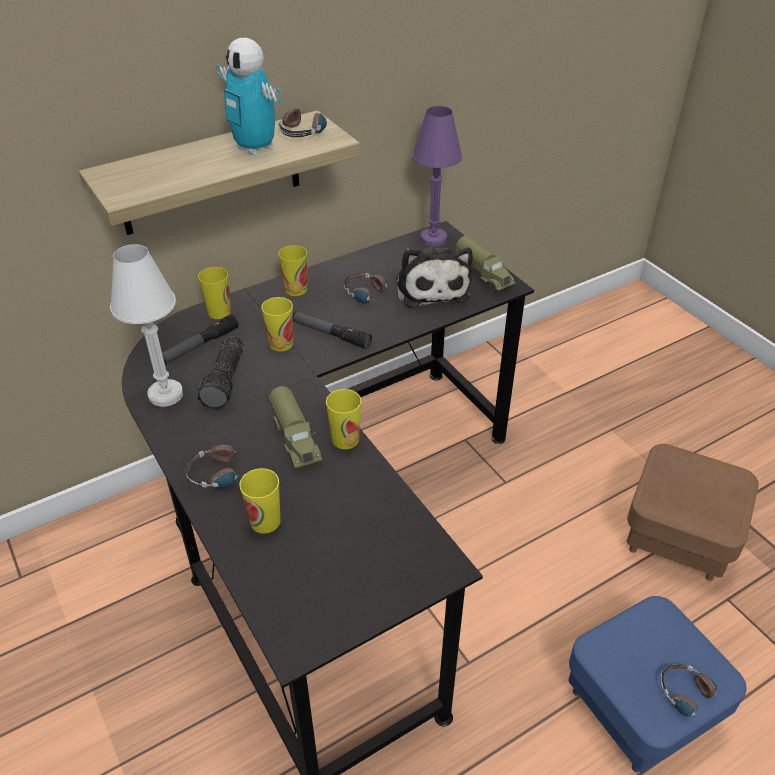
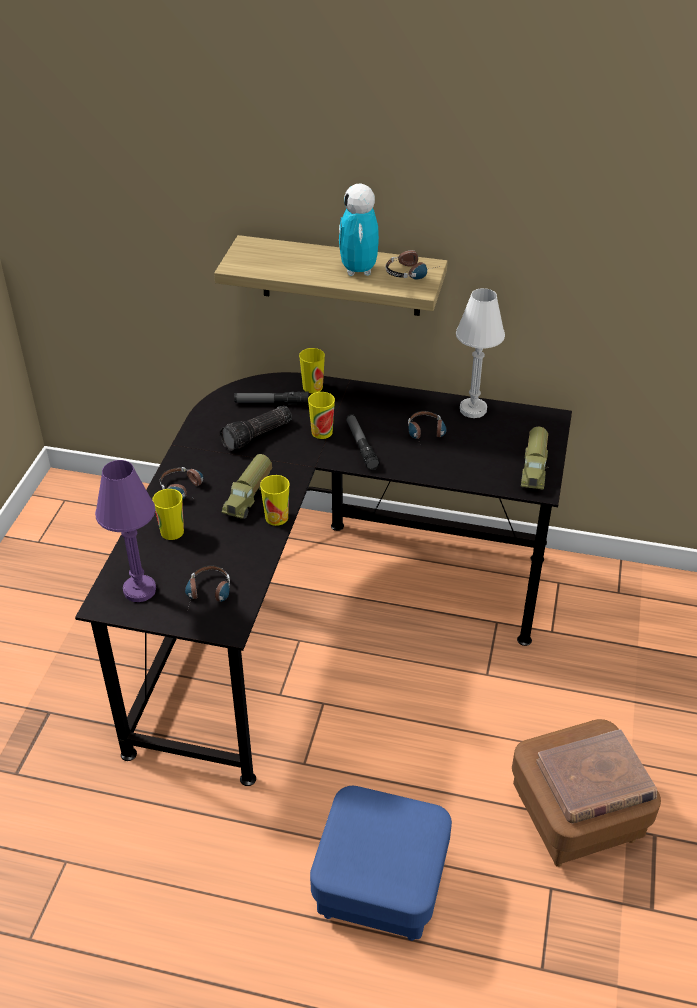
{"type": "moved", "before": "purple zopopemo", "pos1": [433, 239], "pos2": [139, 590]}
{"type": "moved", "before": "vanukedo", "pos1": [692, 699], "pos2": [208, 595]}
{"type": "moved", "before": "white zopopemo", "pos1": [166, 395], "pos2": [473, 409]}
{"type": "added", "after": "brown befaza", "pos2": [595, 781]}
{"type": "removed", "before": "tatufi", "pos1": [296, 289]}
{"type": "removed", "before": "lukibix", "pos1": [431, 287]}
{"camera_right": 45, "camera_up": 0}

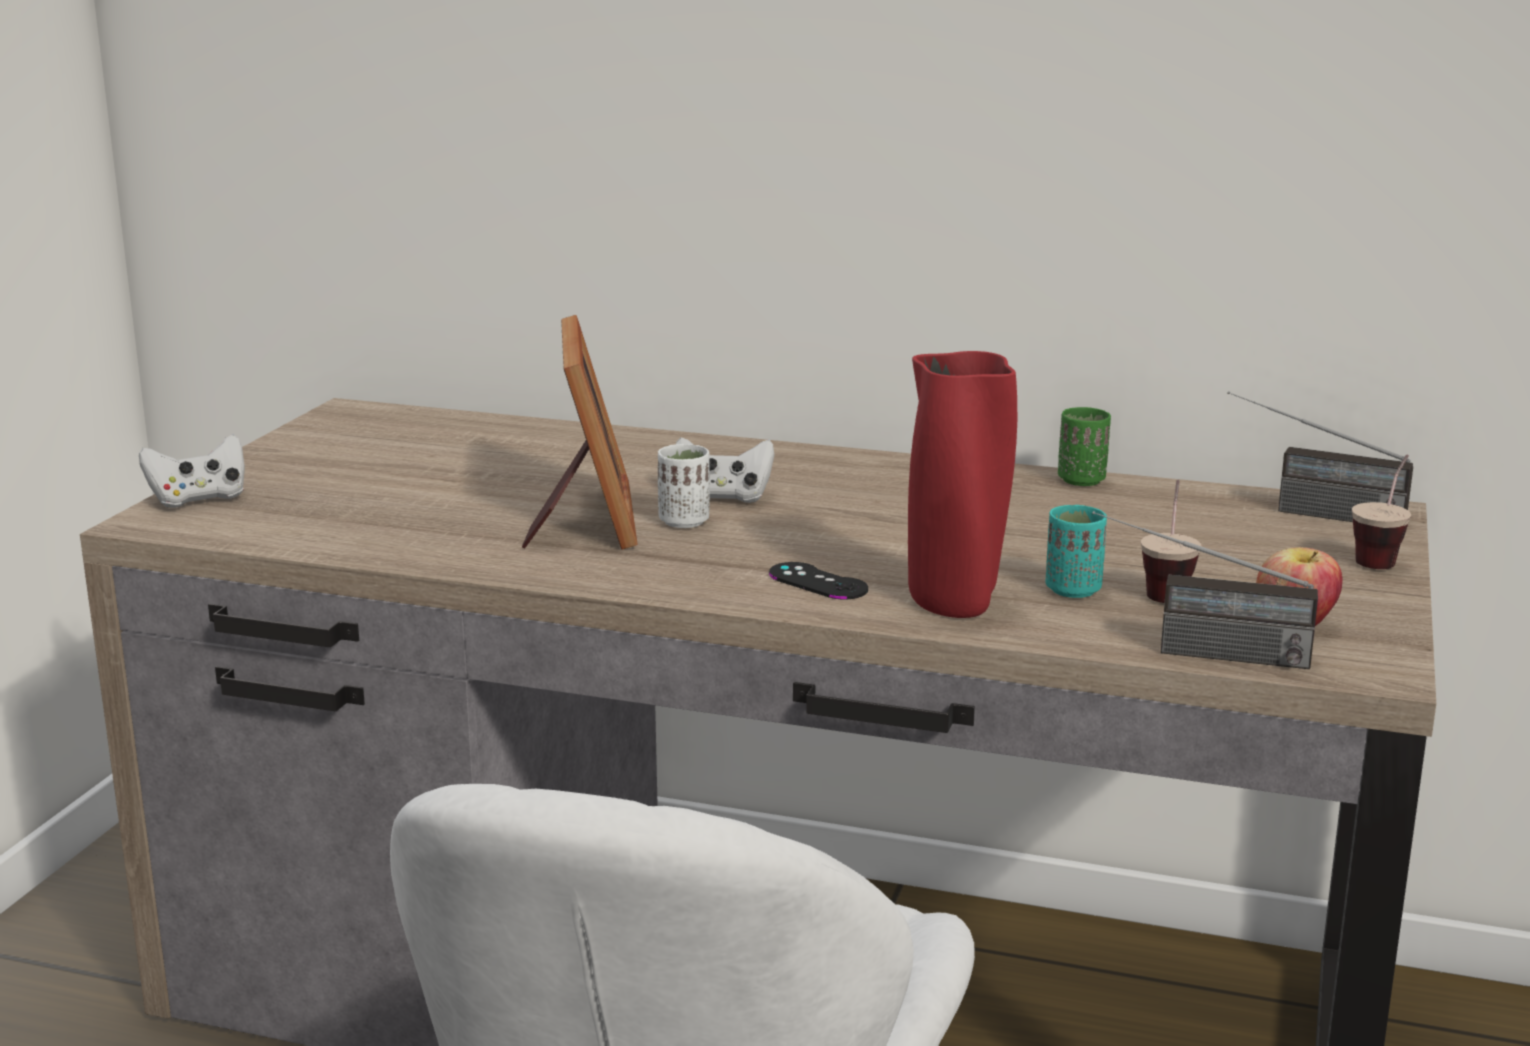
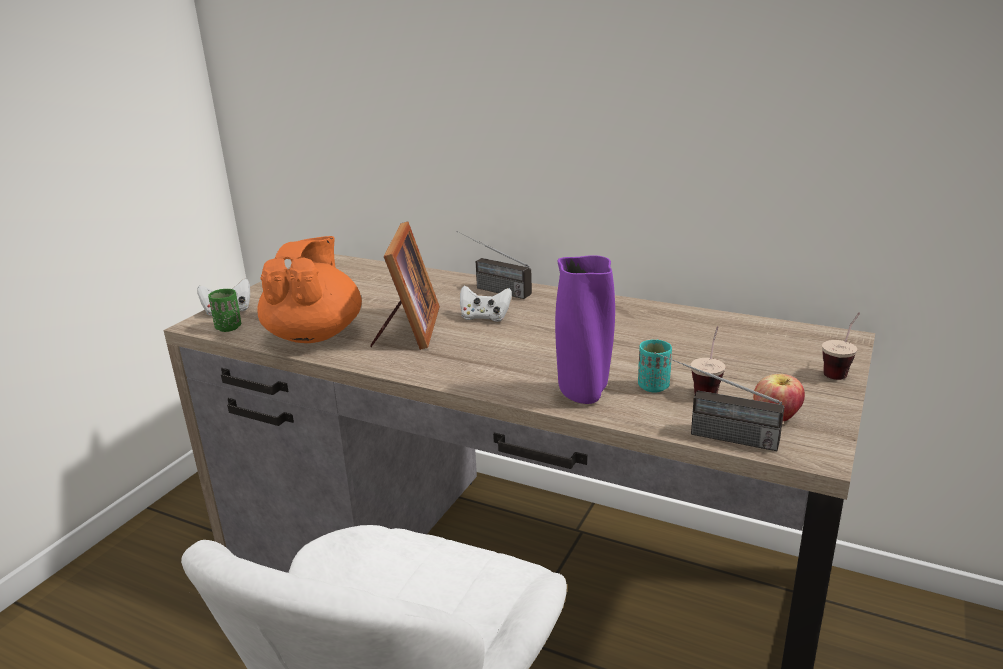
{"type": "moved", "before": "green tatufi", "pos1": [1081, 480], "pos2": [228, 327]}
{"type": "added", "after": "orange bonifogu", "pos2": [315, 334]}
{"type": "moved", "before": "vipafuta", "pos1": [1307, 512], "pos2": [490, 289]}
{"type": "recoloured", "before": "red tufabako", "after": "purple tufabako", "pos1": [956, 605], "pos2": [584, 394]}
{"type": "removed", "before": "white tatufi", "pos1": [684, 521]}
{"type": "removed", "before": "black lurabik", "pos1": [818, 582]}
{"camera_right": 10, "camera_up": 5}

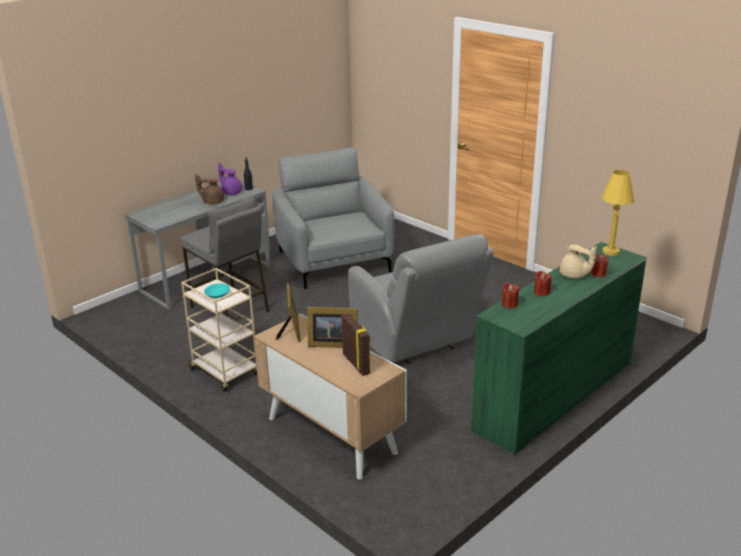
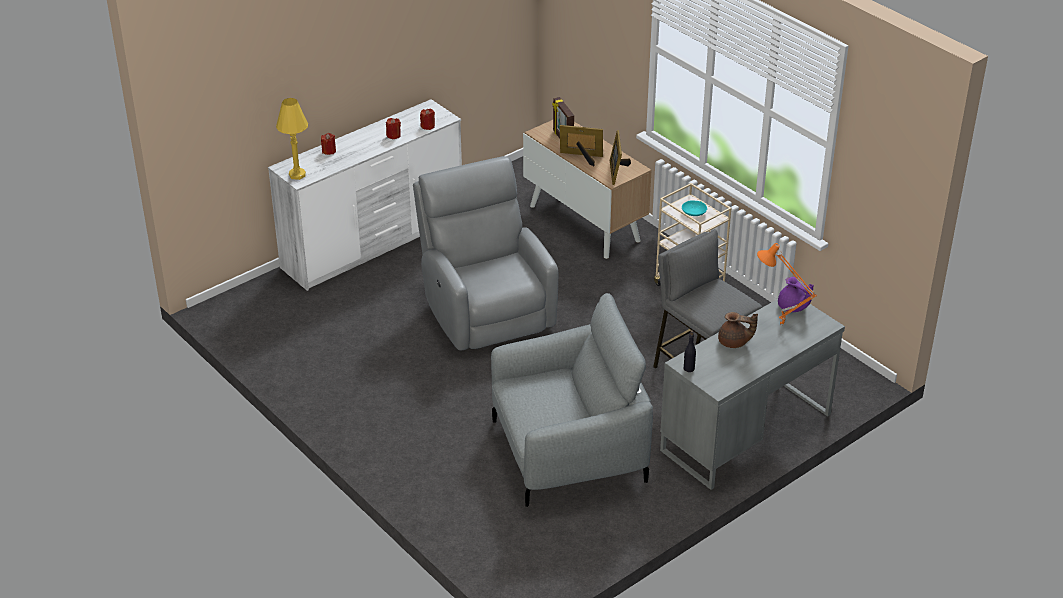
{"type": "recoloured", "before": "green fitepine", "after": "white fitepine", "pos1": [553, 395], "pos2": [374, 243]}
{"type": "turned", "before": "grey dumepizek", "pos1": [334, 262], "pos2": [568, 451], "turn": -90}
{"type": "added", "after": "orange zopopemo", "pos2": [780, 326]}
{"type": "moved", "before": "purple bonifogu", "pos1": [231, 192], "pos2": [792, 307]}
{"type": "removed", "before": "beige bonifogu", "pos1": [574, 275]}
{"camera_right": -175, "camera_up": 10}

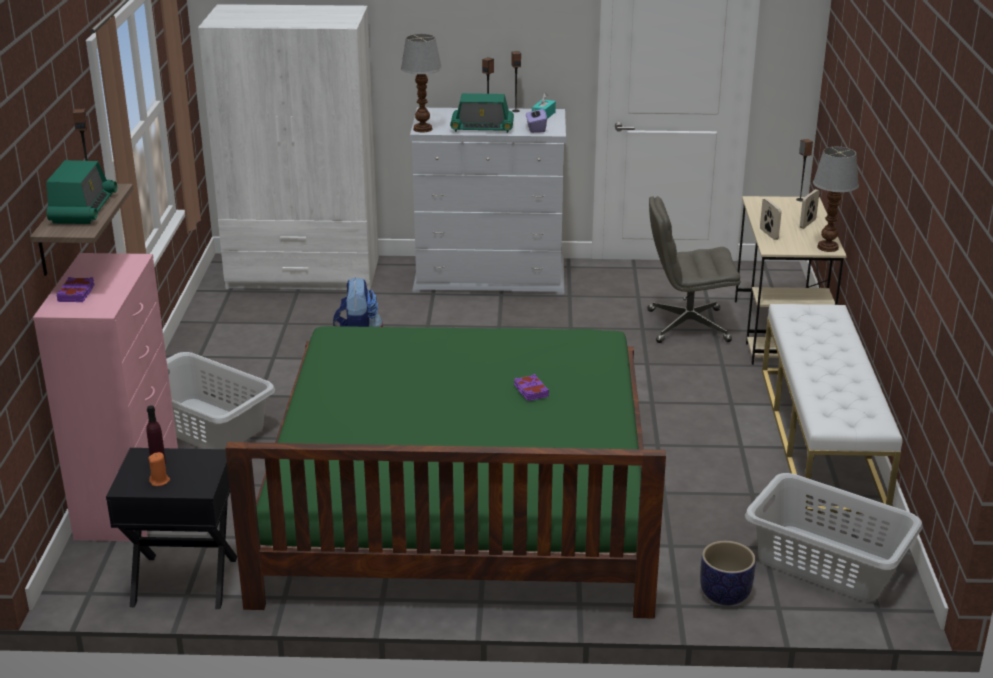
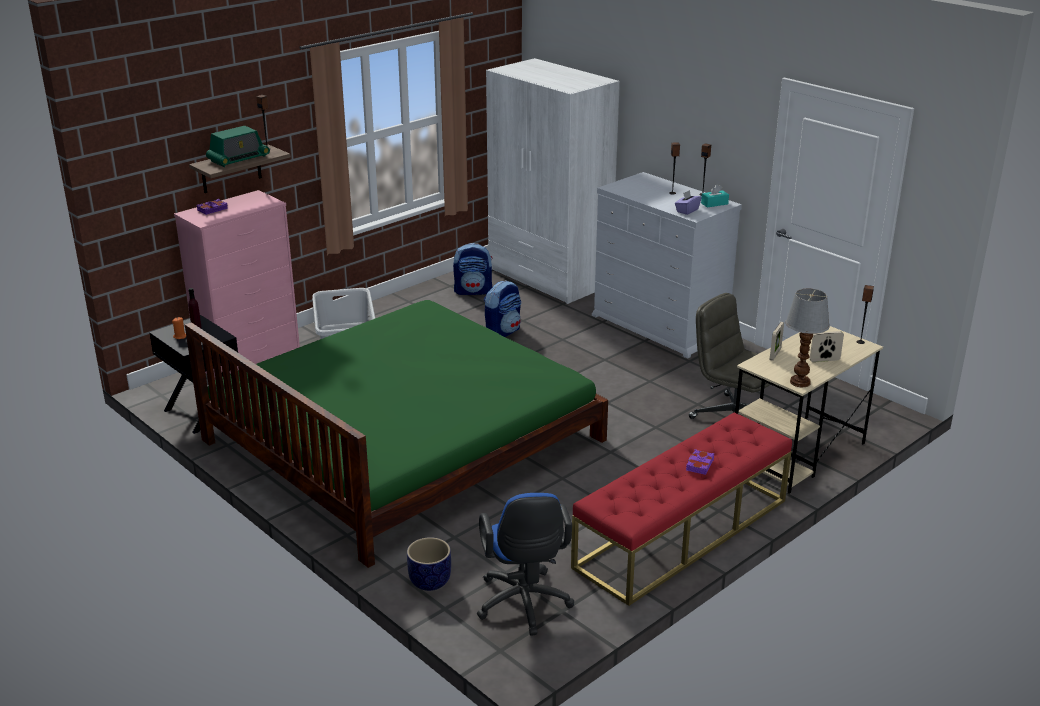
{"type": "added", "after": "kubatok", "pos2": [473, 291]}
{"type": "replaced", "before": "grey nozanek", "after": "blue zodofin", "pos1": [827, 564], "pos2": [524, 606]}
{"type": "recoloured", "before": "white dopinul", "after": "red dopinul", "pos1": [821, 437], "pos2": [682, 533]}
{"type": "moved", "before": "purple befaza", "pos1": [530, 391], "pos2": [699, 465]}
{"type": "removed", "before": "zopopemo", "pos1": [423, 129]}
{"type": "removed", "before": "vipafuta", "pos1": [482, 127]}
{"camera_right": 45, "camera_up": 0}

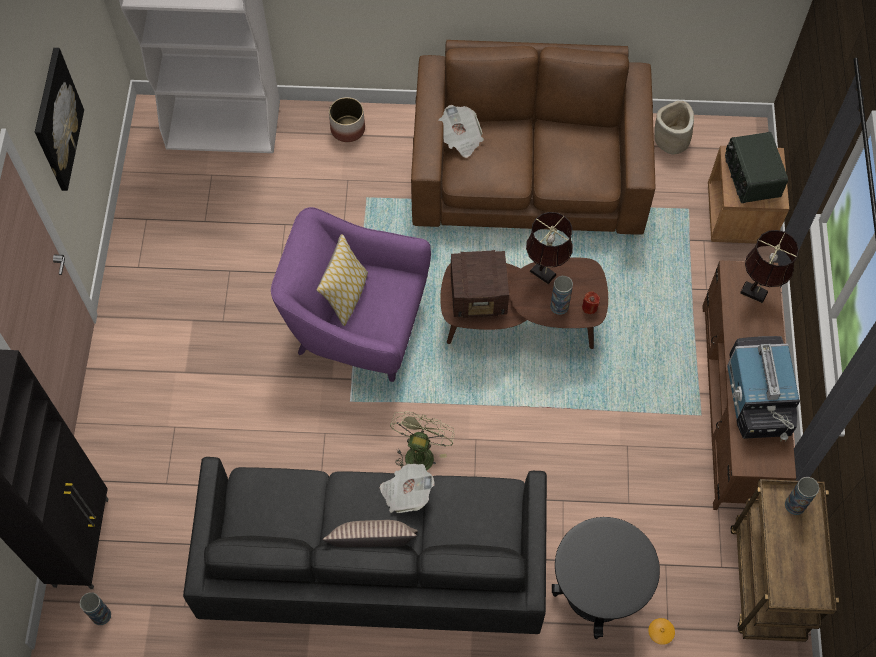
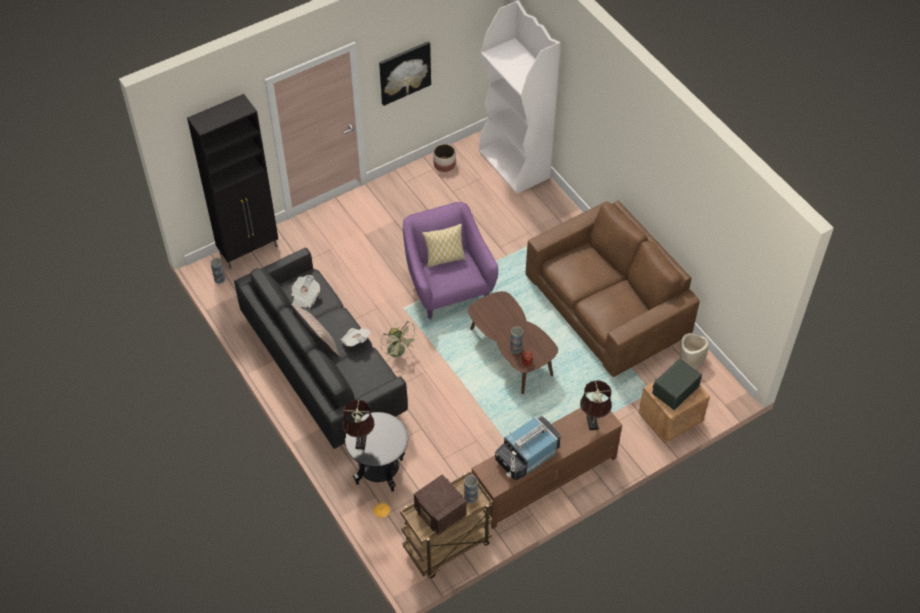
{"type": "moved", "before": "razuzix", "pos1": [460, 138], "pos2": [305, 297]}
{"type": "moved", "before": "brown zopopemo", "pos1": [545, 274], "pos2": [360, 443]}
{"type": "turned", "before": "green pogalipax", "pos1": [420, 452], "pos2": [399, 352], "turn": 75}
{"type": "moved", "before": "vipafuta", "pos1": [479, 296], "pos2": [440, 513]}
{"type": "moved", "before": "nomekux", "pos1": [348, 129], "pos2": [444, 164]}
{"camera_right": 55, "camera_up": -10}

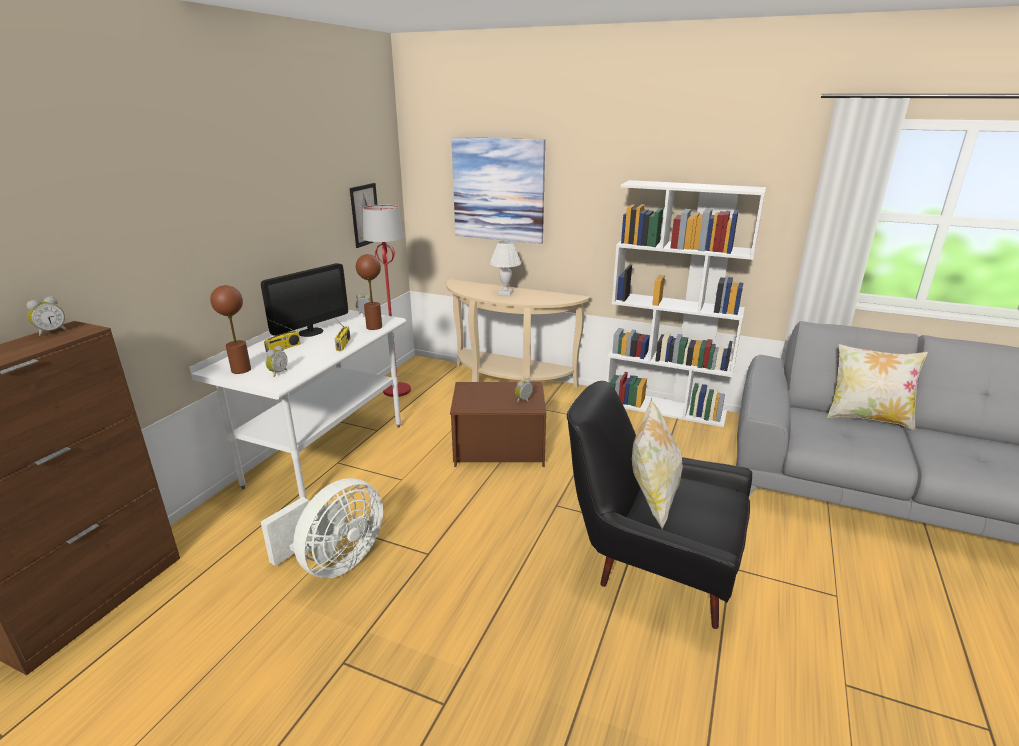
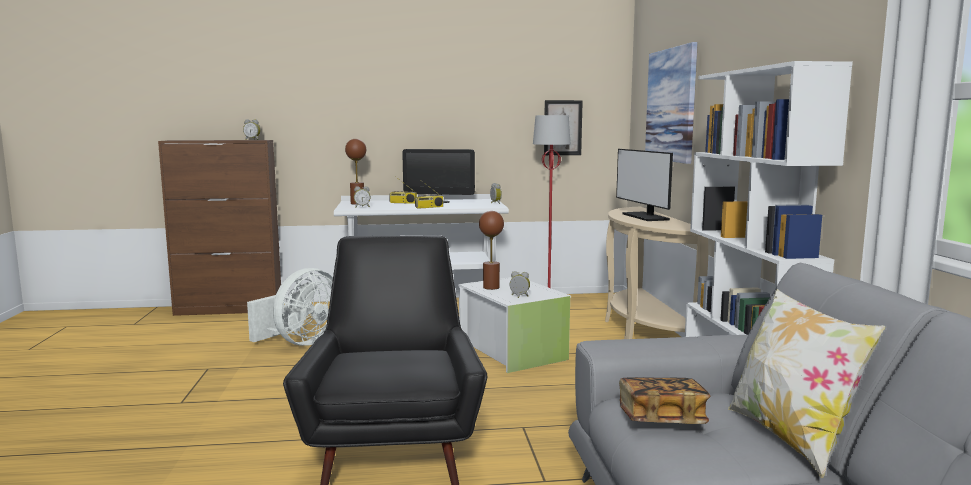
{"type": "turned", "before": "white pogalipax", "pos1": [335, 563], "pos2": [301, 343], "turn": -60}
{"type": "recoloured", "before": "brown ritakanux", "after": "white ritakanux", "pos1": [499, 448], "pos2": [513, 351]}
{"type": "moved", "before": "brown zopopemo", "pos1": [374, 327], "pos2": [491, 287]}
{"type": "replaced", "before": "white zopopemo", "after": "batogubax", "pos1": [506, 293], "pos2": [645, 217]}
{"type": "added", "after": "befaza", "pos2": [661, 419]}
{"type": "removed", "before": "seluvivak", "pos1": [652, 498]}
{"camera_right": 60, "camera_up": -15}

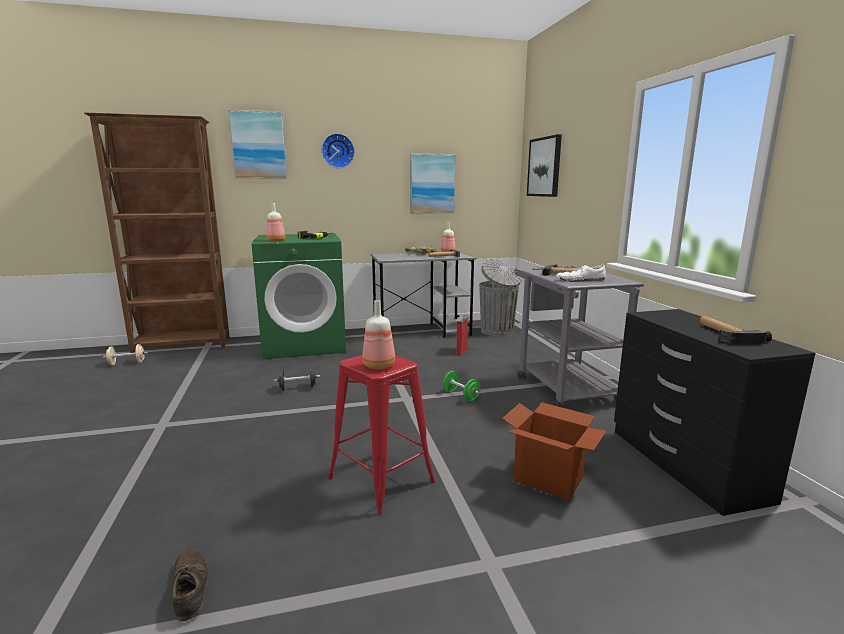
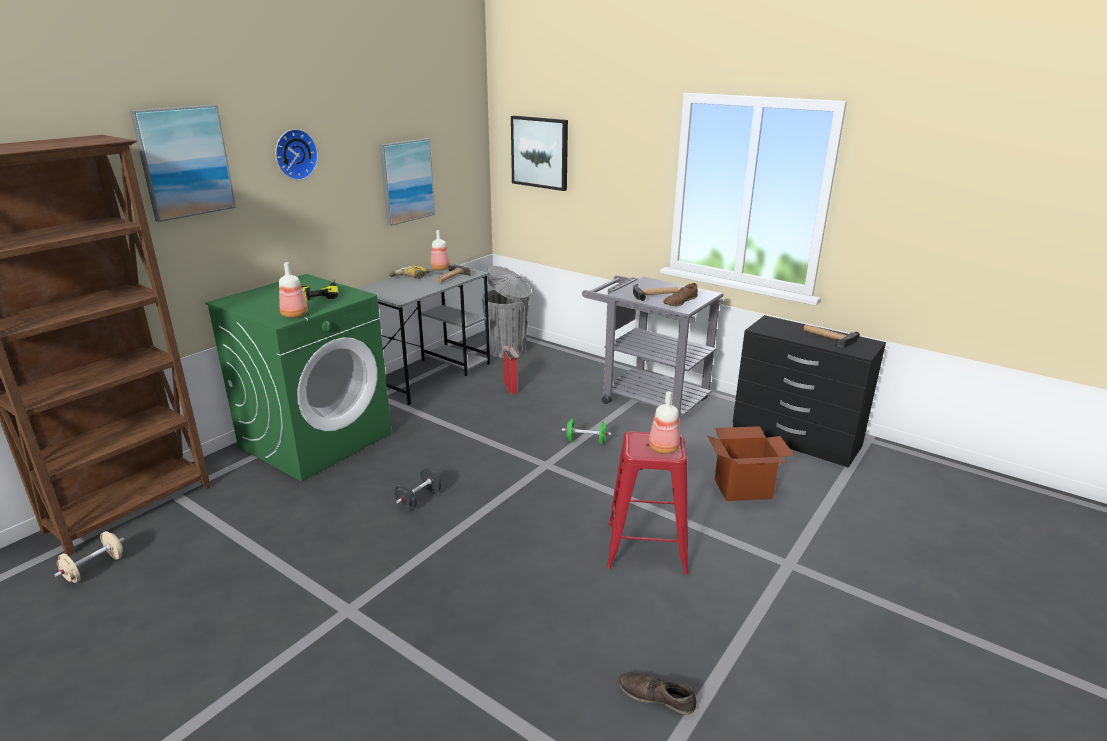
{"type": "recoloured", "before": "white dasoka", "after": "brown dasoka", "pos1": [580, 280], "pos2": [680, 302]}
{"camera_right": -40, "camera_up": 10}

